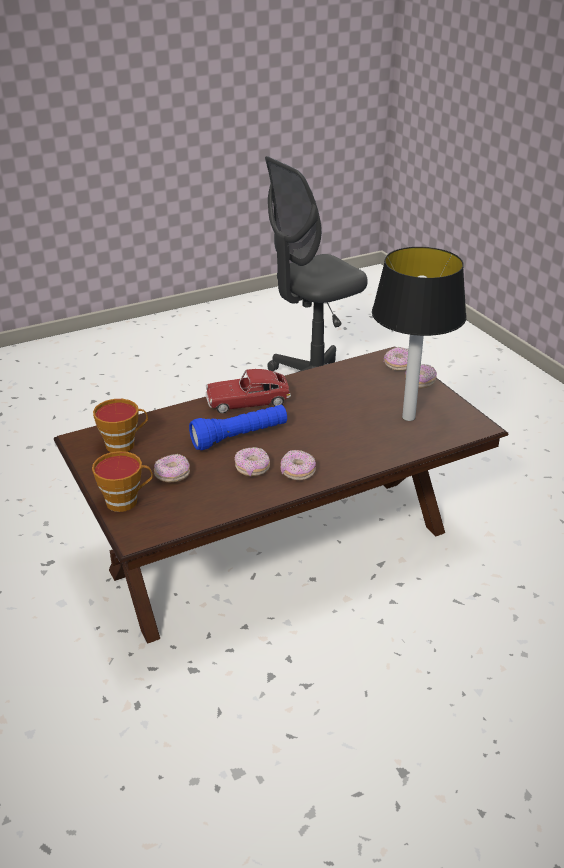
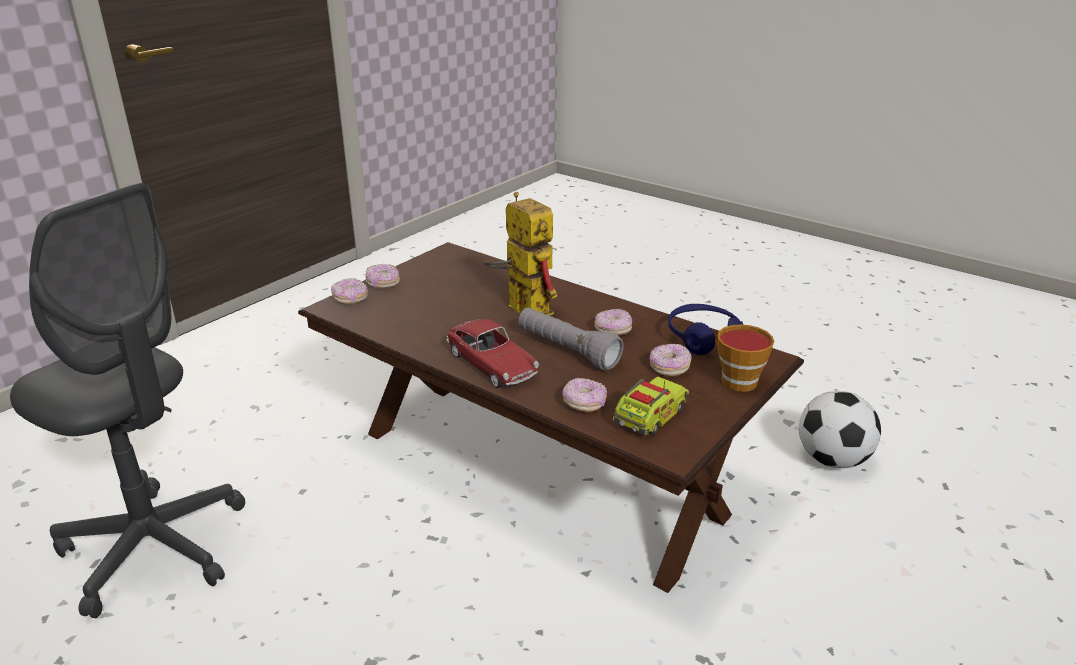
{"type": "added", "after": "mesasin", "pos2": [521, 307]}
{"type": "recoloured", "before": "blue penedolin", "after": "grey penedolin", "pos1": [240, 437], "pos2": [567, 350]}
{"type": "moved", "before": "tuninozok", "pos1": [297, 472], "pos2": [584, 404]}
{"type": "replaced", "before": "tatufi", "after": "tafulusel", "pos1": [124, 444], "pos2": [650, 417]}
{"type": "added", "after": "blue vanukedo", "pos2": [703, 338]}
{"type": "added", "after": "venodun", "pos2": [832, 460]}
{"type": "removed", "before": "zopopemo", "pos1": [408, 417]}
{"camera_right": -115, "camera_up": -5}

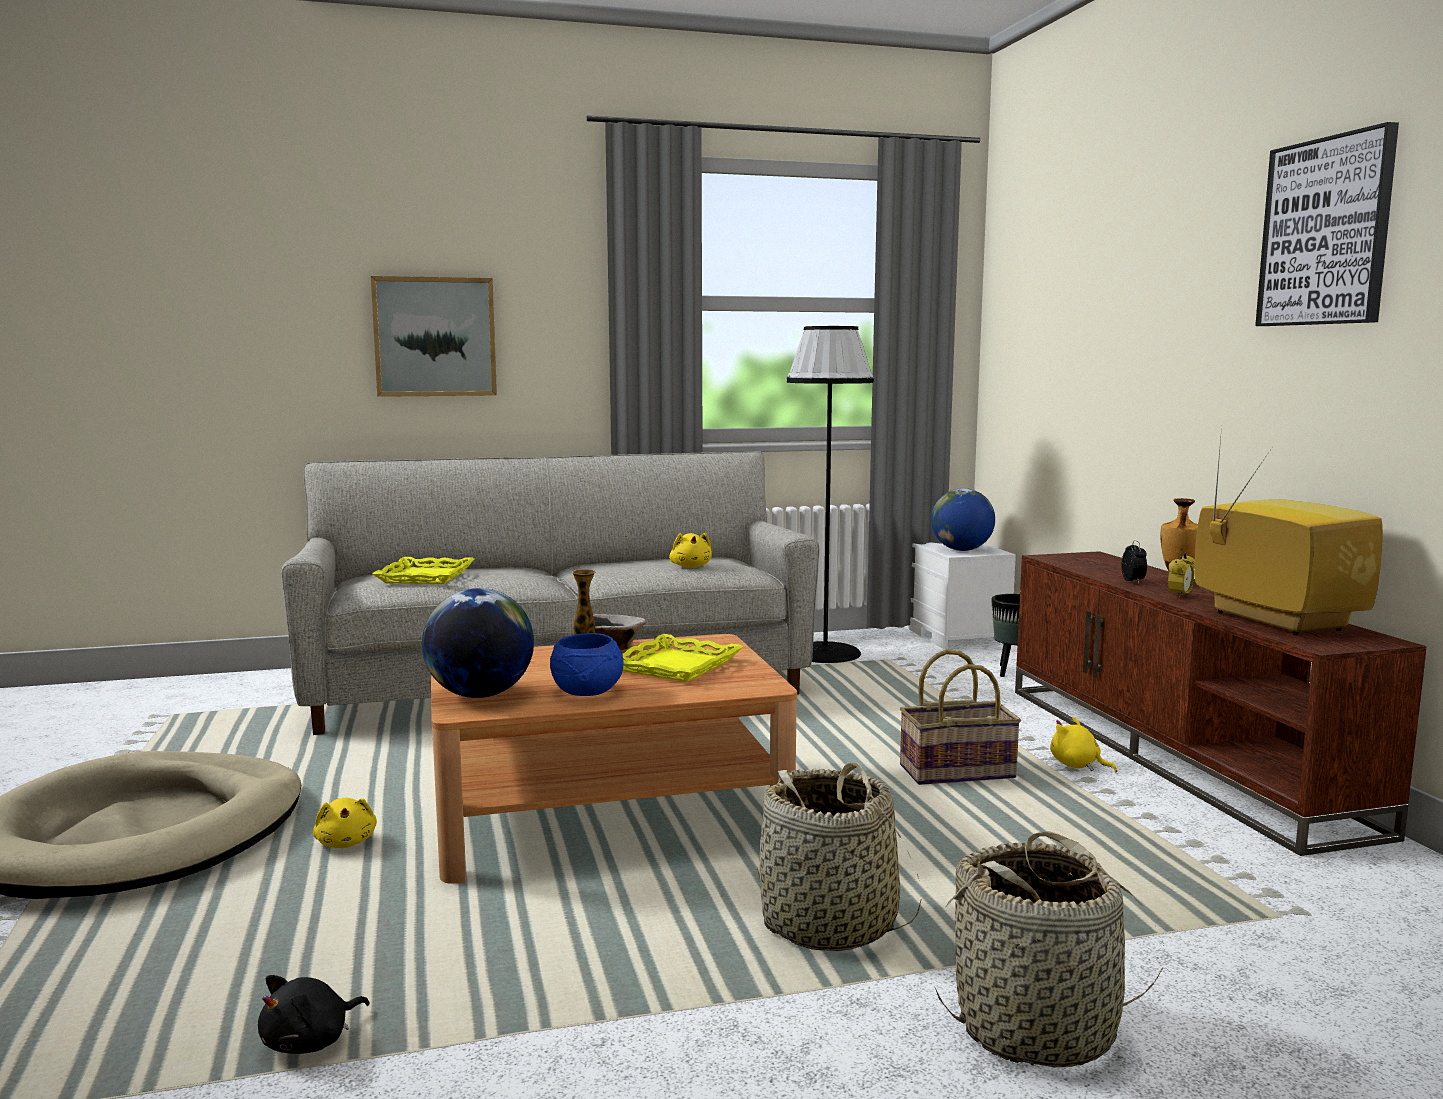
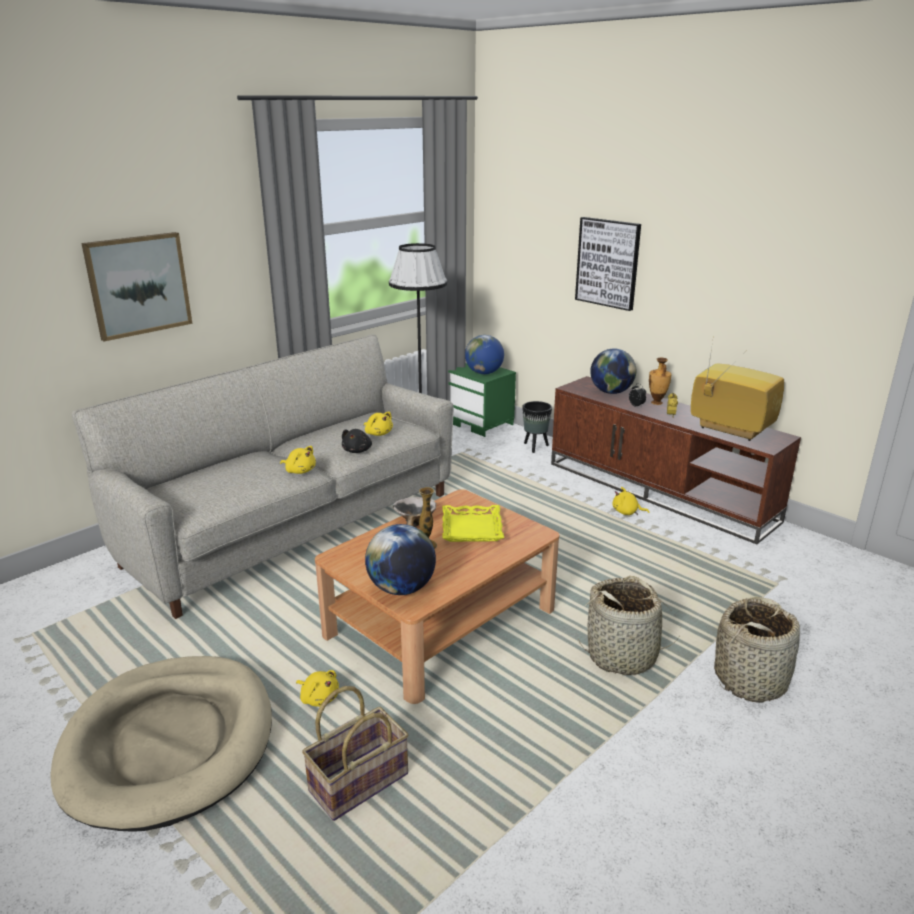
{"type": "added", "after": "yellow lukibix", "pos2": [300, 471]}
{"type": "moved", "before": "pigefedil", "pos1": [957, 771], "pos2": [358, 781]}
{"type": "moved", "before": "black lukibix", "pos1": [311, 1042], "pos2": [357, 450]}
{"type": "recoloured", "before": "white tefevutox", "after": "green tefevutox", "pos1": [959, 637], "pos2": [481, 423]}
{"type": "moved", "before": "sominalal", "pos1": [1326, 232], "pos2": [608, 263]}
{"type": "added", "after": "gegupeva", "pos2": [611, 392]}
{"type": "removed", "before": "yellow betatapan", "pos1": [426, 577]}
{"type": "removed", "before": "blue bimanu", "pos1": [588, 691]}
{"camera_right": -30, "camera_up": 15}

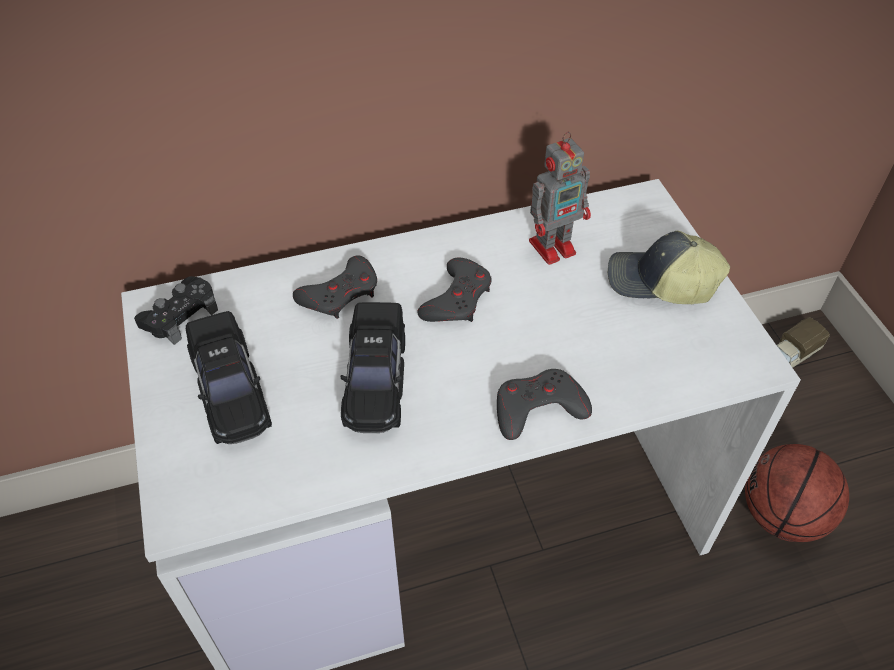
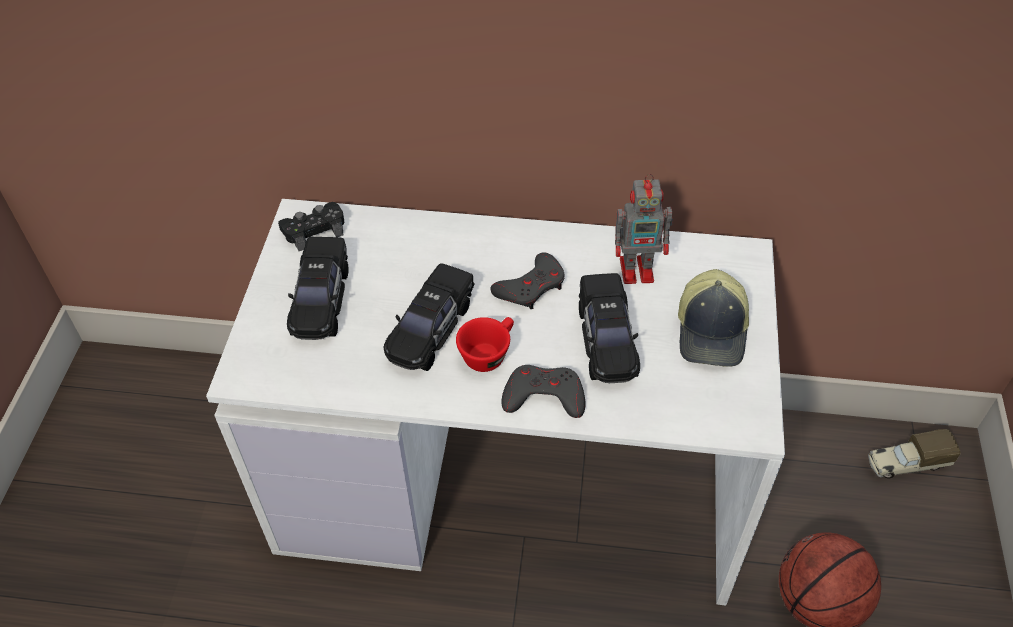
{"type": "added", "after": "red tatufi", "pos2": [488, 353]}
{"type": "added", "after": "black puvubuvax", "pos2": [606, 340]}
{"type": "turned", "before": "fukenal", "pos1": [661, 283], "pos2": [712, 331], "turn": -120}
{"type": "removed", "before": "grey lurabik", "pos1": [340, 293]}
{"camera_right": 25, "camera_up": 0}

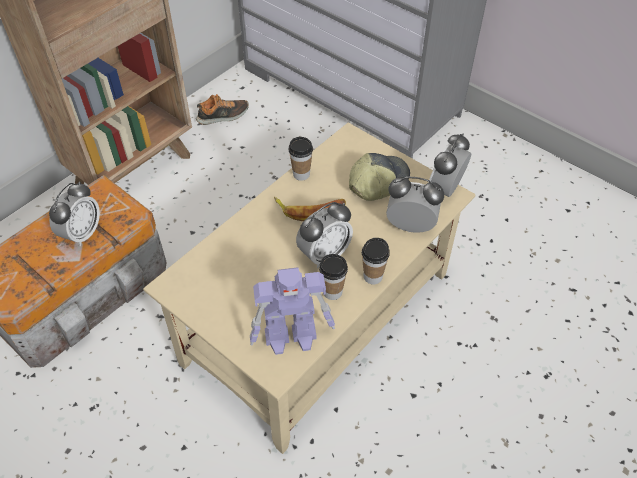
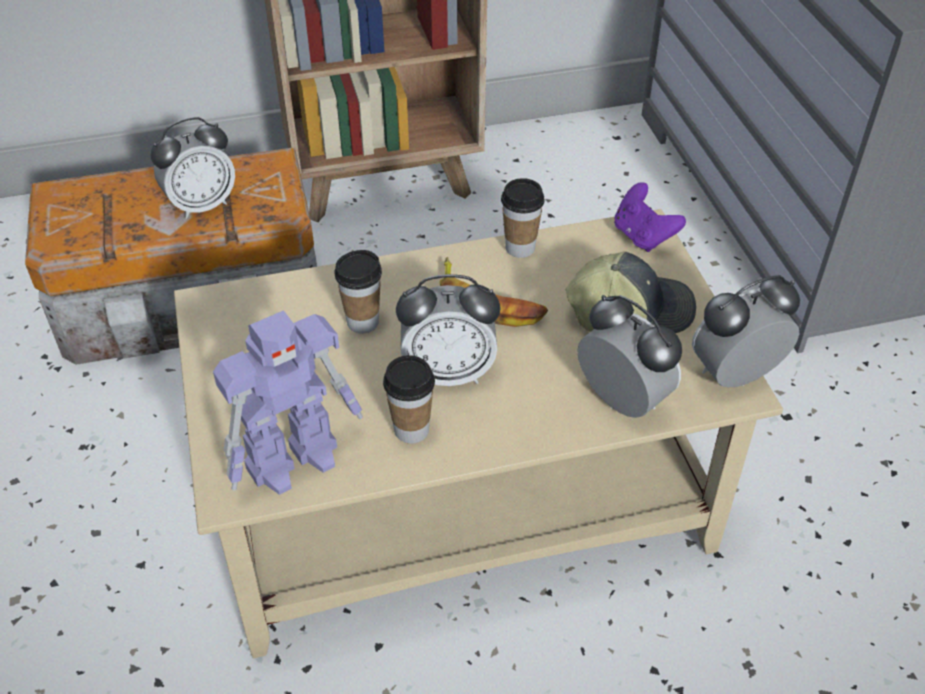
{"type": "turned", "before": "mesasin", "pos1": [292, 337], "pos2": [296, 459], "turn": -60}
{"type": "moved", "before": "tatufi", "pos1": [373, 276], "pos2": [363, 322]}
{"type": "added", "after": "purple lurabik", "pos2": [642, 236]}
{"type": "removed", "before": "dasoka", "pos1": [223, 116]}
{"camera_right": 35, "camera_up": -5}

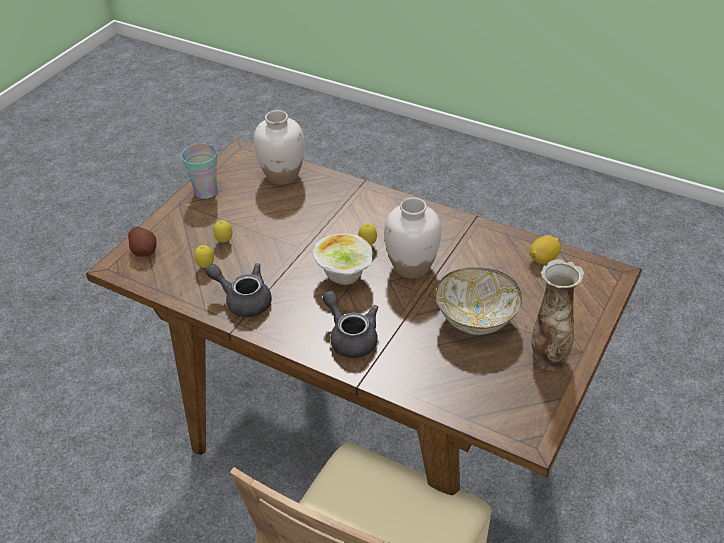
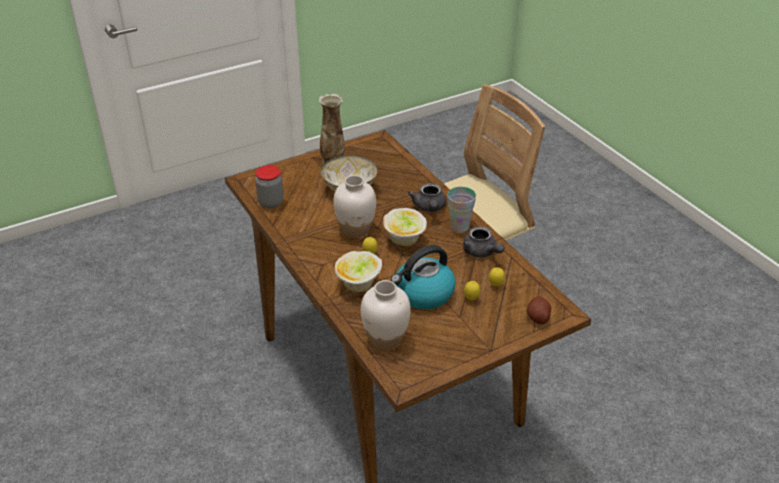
{"type": "replaced", "before": "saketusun", "after": "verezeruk", "pos1": [543, 259], "pos2": [271, 202]}
{"type": "added", "after": "bimanu", "pos2": [359, 286]}
{"type": "added", "after": "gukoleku", "pos2": [423, 294]}
{"type": "moved", "before": "tatufi", "pos1": [206, 192], "pos2": [459, 226]}
{"camera_right": -150, "camera_up": -5}

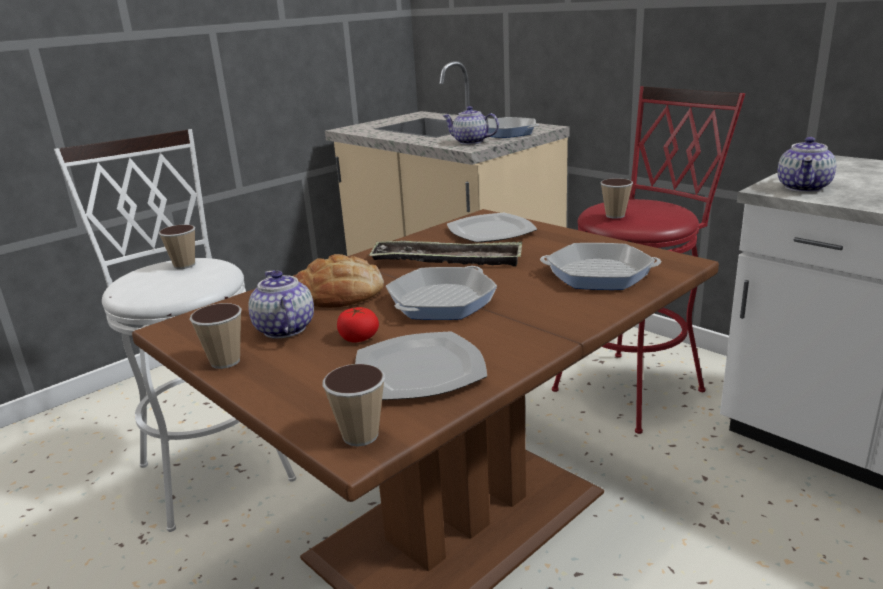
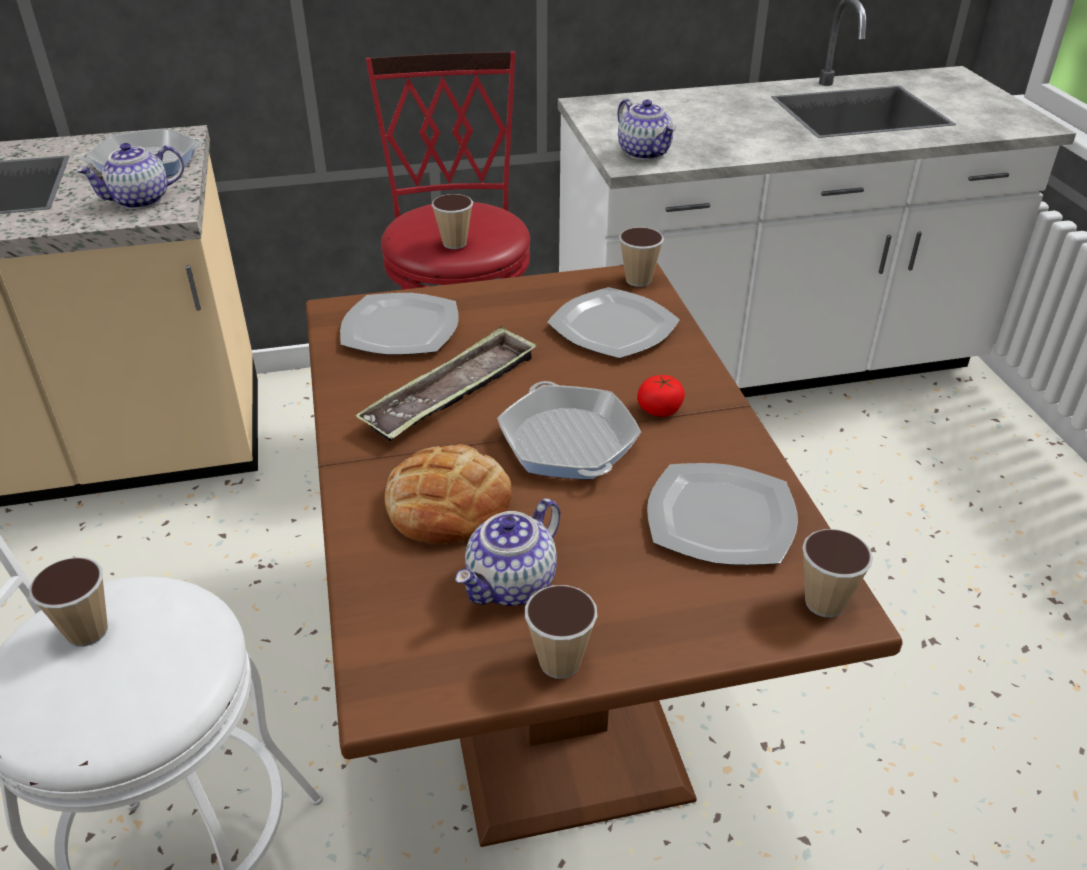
{"type": "turned", "before": "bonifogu", "pos1": [283, 329], "pos2": [512, 585], "turn": -60}
{"type": "replaced", "before": "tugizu", "after": "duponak", "pos1": [599, 274], "pos2": [613, 326]}
{"type": "added", "after": "tatufi", "pos2": [638, 280]}
{"type": "moved", "before": "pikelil", "pos1": [358, 338], "pos2": [660, 409]}
{"camera_right": -60, "camera_up": 15}

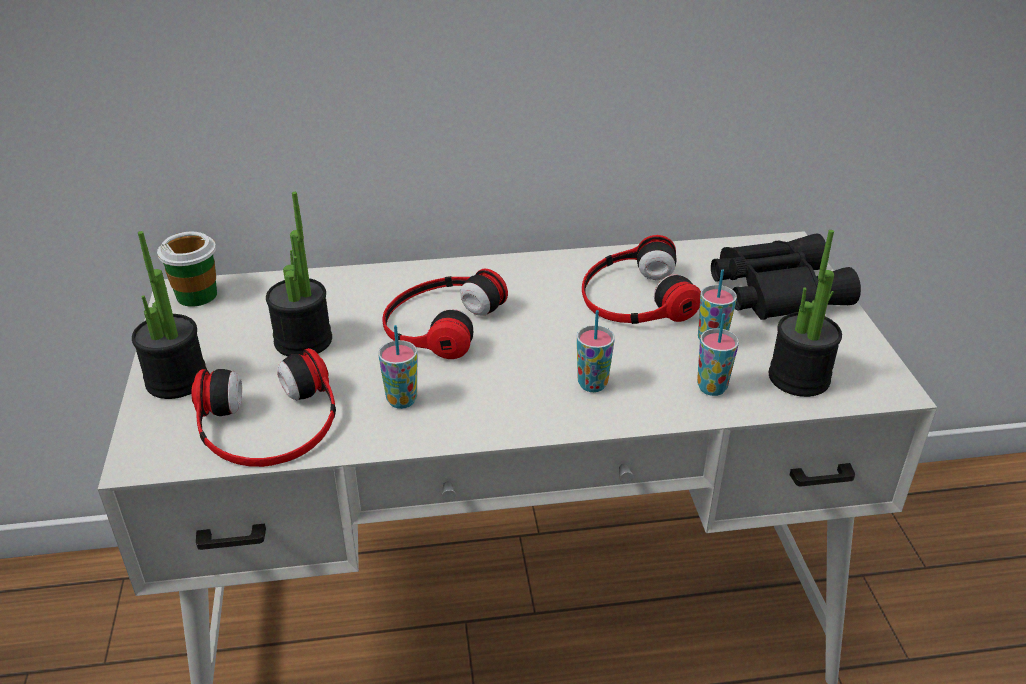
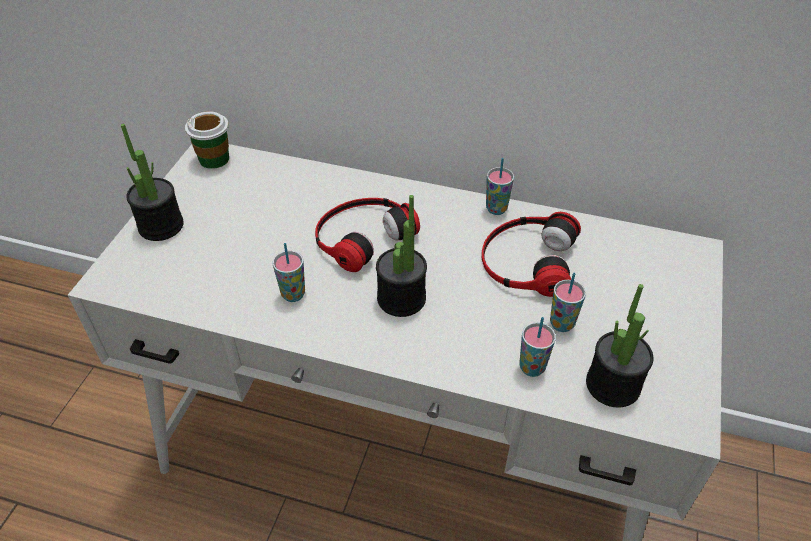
{"type": "moved", "before": "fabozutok", "pos1": [303, 341], "pos2": [401, 298]}
{"type": "moved", "before": "tatufi", "pos1": [592, 384], "pos2": [496, 209]}
{"type": "removed", "before": "vanukedo", "pos1": [269, 424]}
{"type": "removed", "before": "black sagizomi", "pos1": [774, 289]}
{"camera_right": 25, "camera_up": 10}

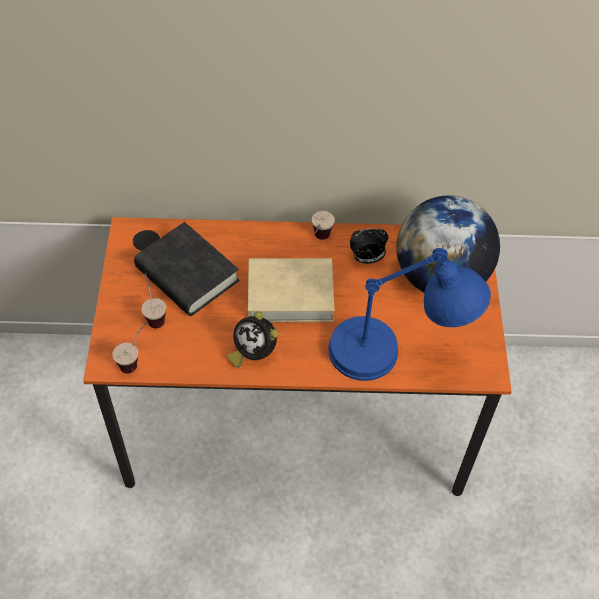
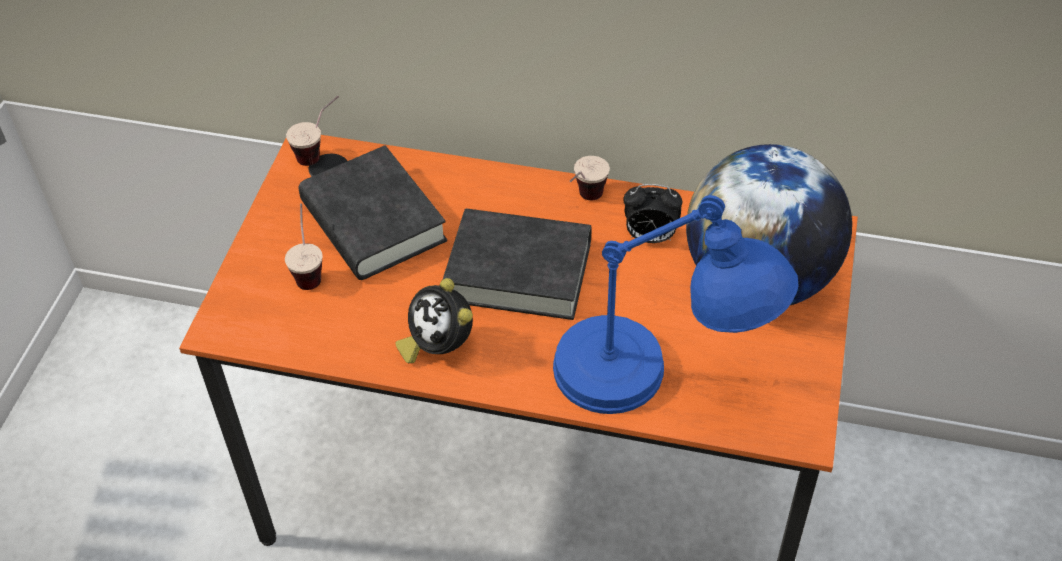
{"type": "moved", "before": "tatufi", "pos1": [135, 359], "pos2": [320, 152]}
{"type": "recoloured", "before": "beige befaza", "after": "black befaza", "pos1": [290, 294], "pos2": [518, 271]}
{"camera_right": 15, "camera_up": -5}

